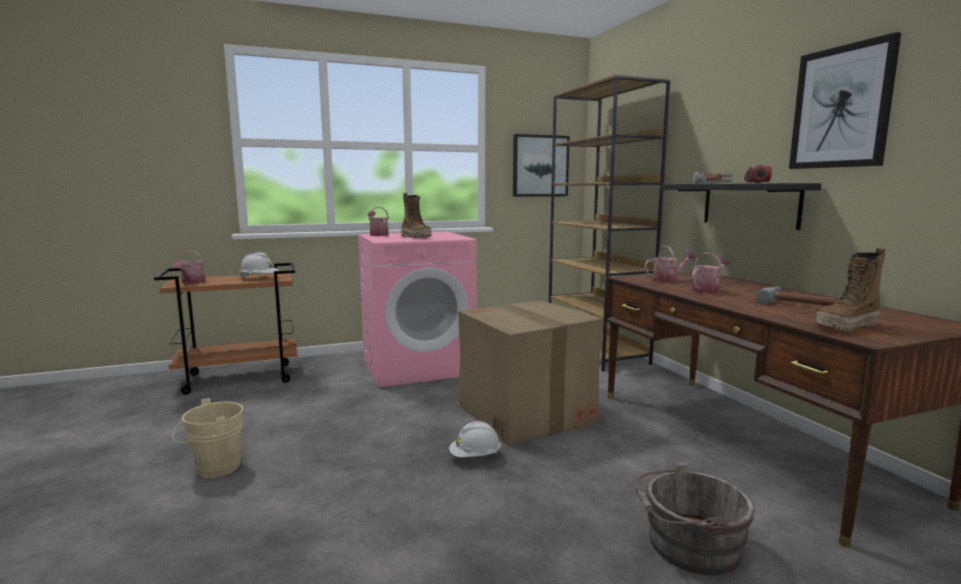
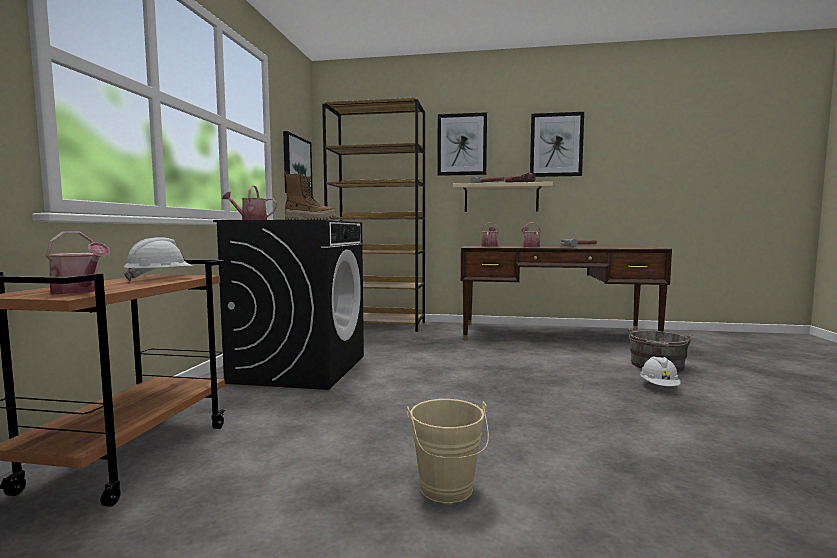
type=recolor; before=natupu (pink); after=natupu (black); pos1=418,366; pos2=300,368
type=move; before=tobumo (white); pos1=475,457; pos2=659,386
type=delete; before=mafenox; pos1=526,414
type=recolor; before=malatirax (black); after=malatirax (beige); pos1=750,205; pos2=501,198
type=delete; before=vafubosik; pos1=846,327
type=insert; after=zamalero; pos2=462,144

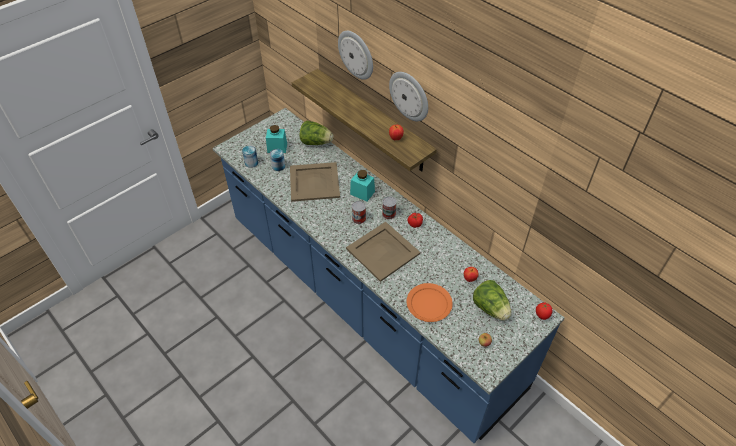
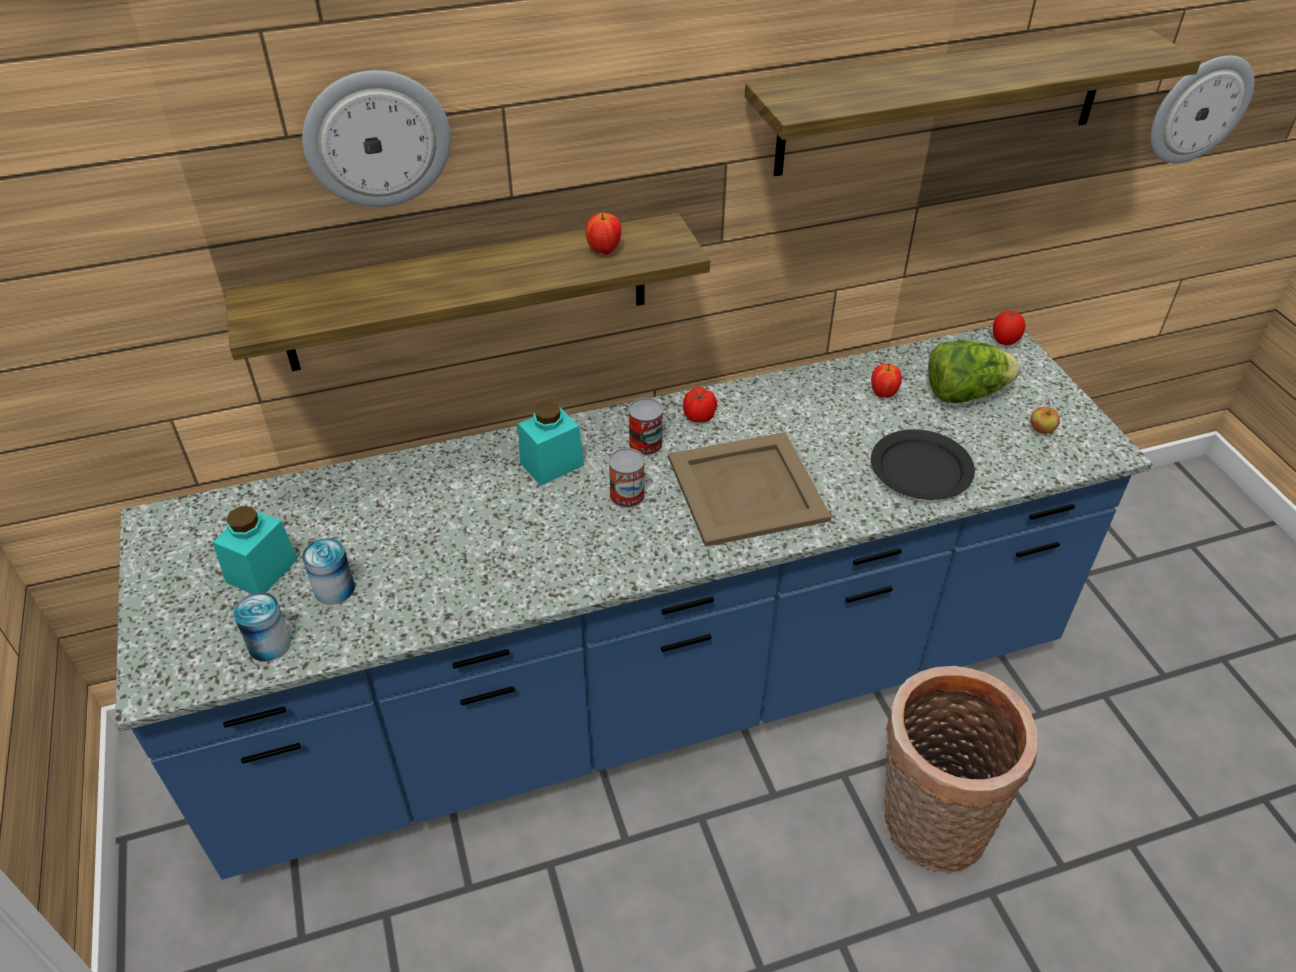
type=delete; before=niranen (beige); pos1=314,181
type=delete; before=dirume; pos1=316,142
type=move; before=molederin; pos1=409,96; pos2=1199,109
type=recolor; before=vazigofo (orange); after=vazigofo (black); pos1=428,304; pos2=921,469
type=insert; after=malatirax; pos2=943,101
type=insert; after=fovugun; pos2=927,826

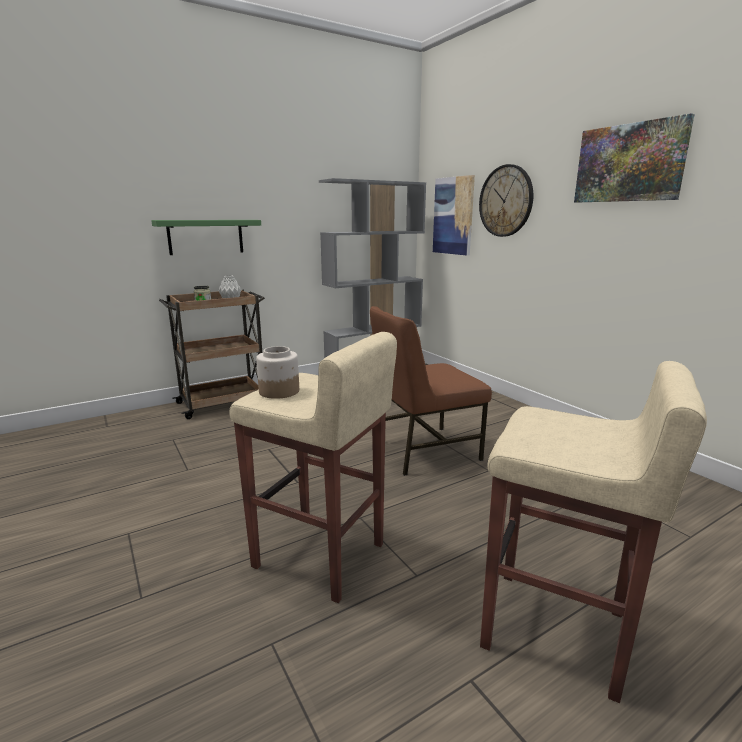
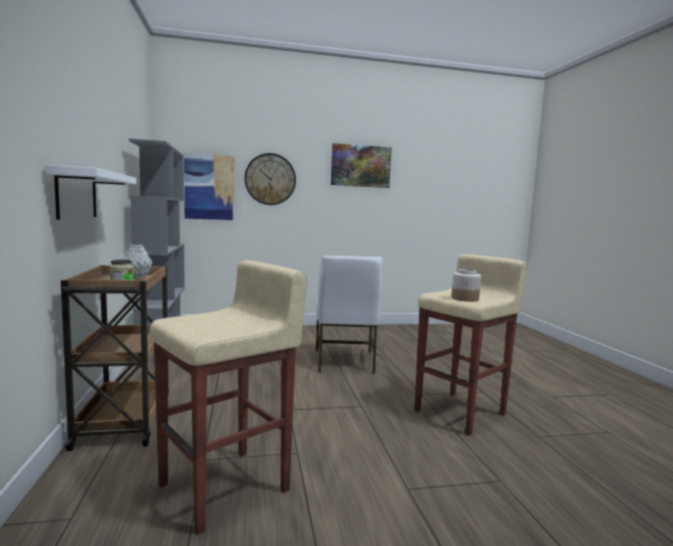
type=recolor; before=malatirax (green); after=malatirax (white); pos1=206,237; pos2=76,194
type=recolor; before=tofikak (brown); after=tofikak (white); pos1=423,450; pos2=344,361
type=move; before=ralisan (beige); pos1=556,632; pos2=227,487

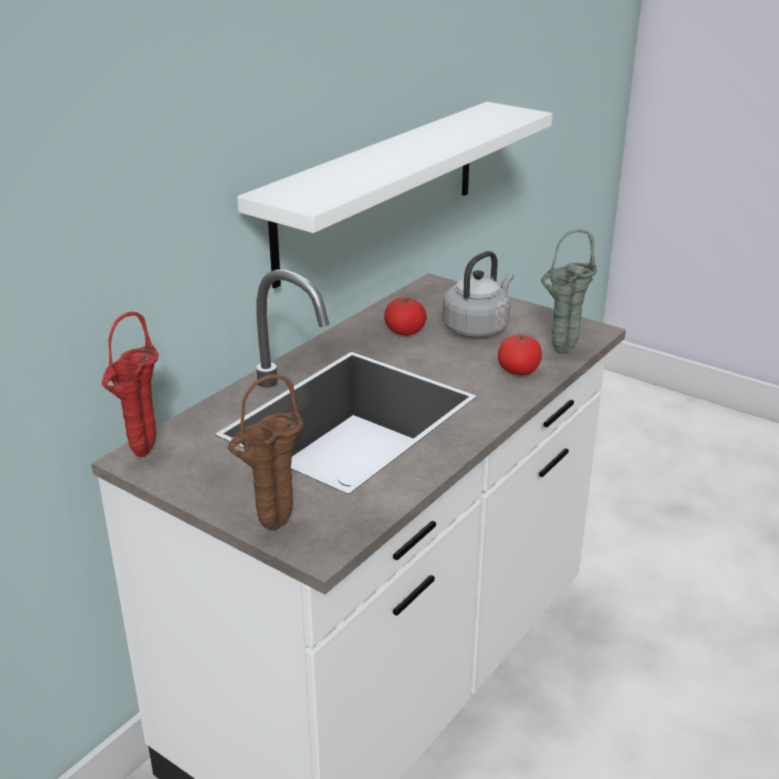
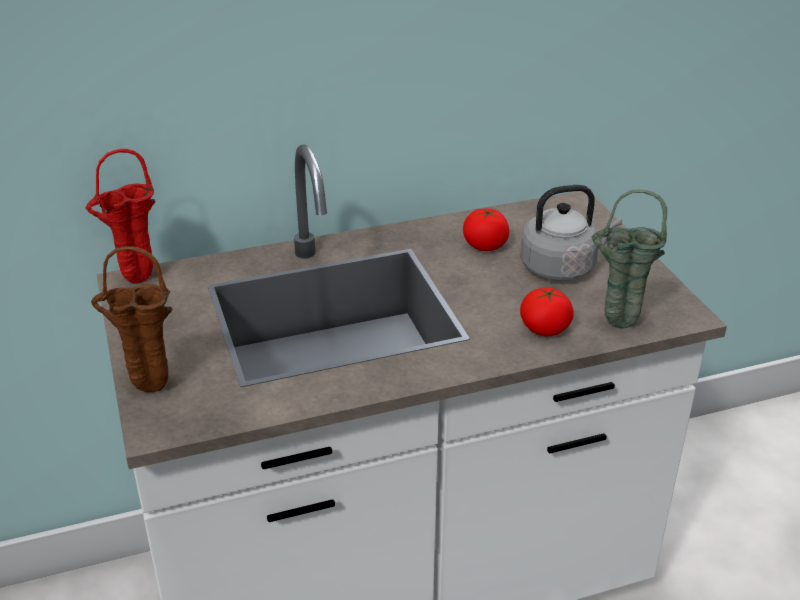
type=delete; before=malatirax (white); pos1=379,189

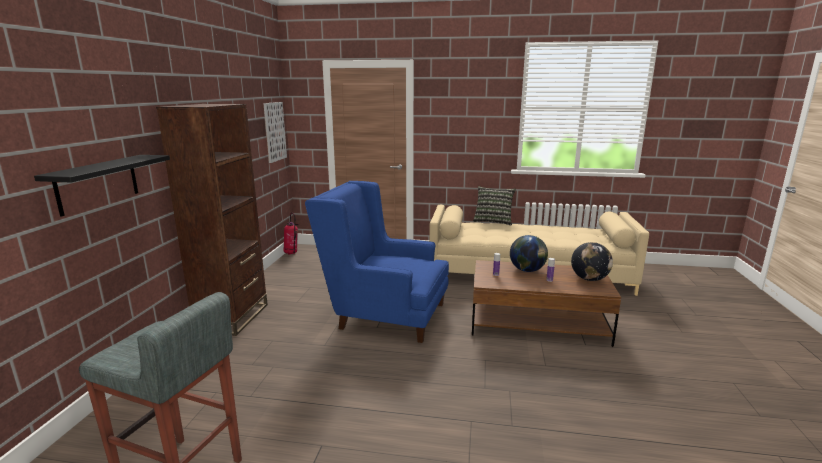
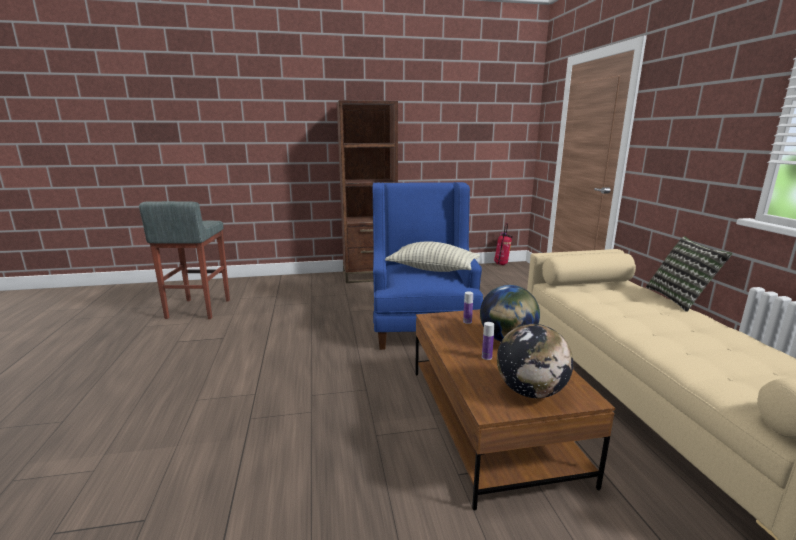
type=delete; before=malatirax (black); pos1=98,183
type=delete; before=zamalero; pos1=274,131
type=insert; after=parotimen; pos2=433,269

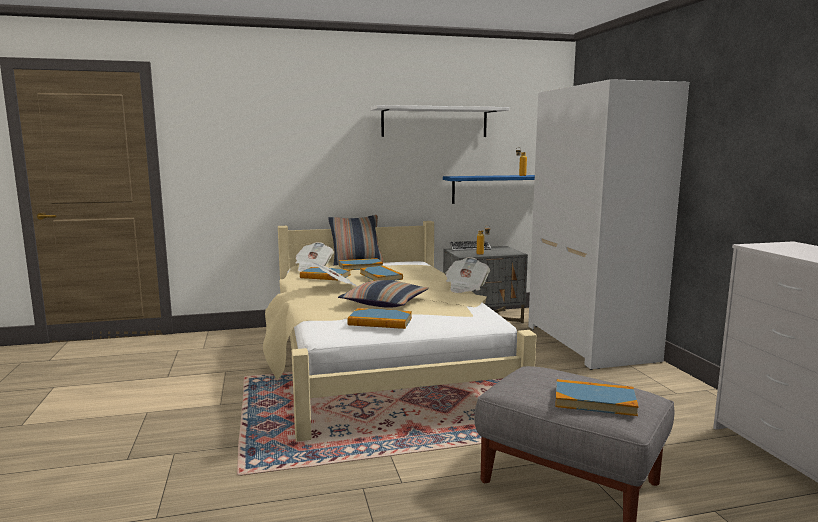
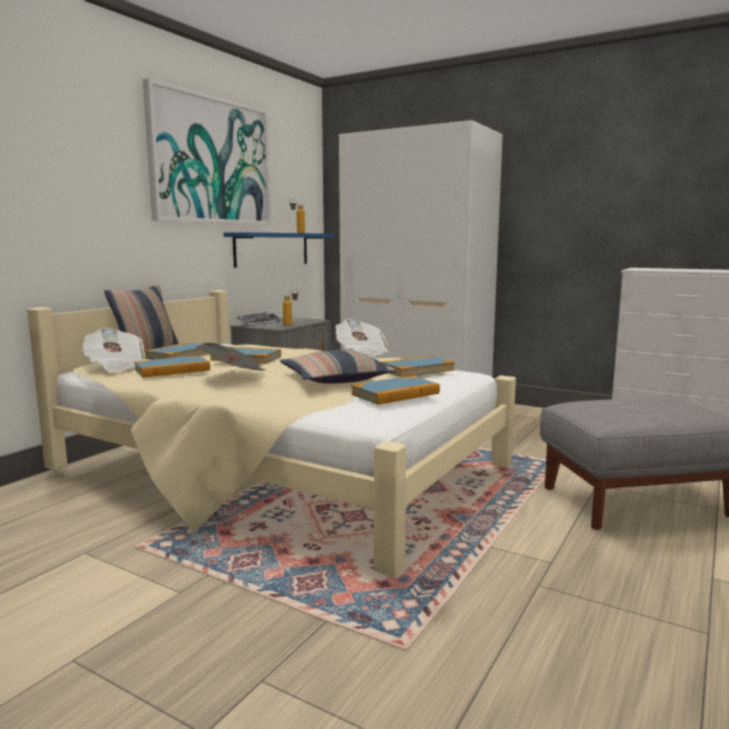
type=replace; before=malatirax (white); after=zamalero; pos1=434,122; pos2=212,161
type=move; before=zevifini; pos1=594,401; pos2=417,370

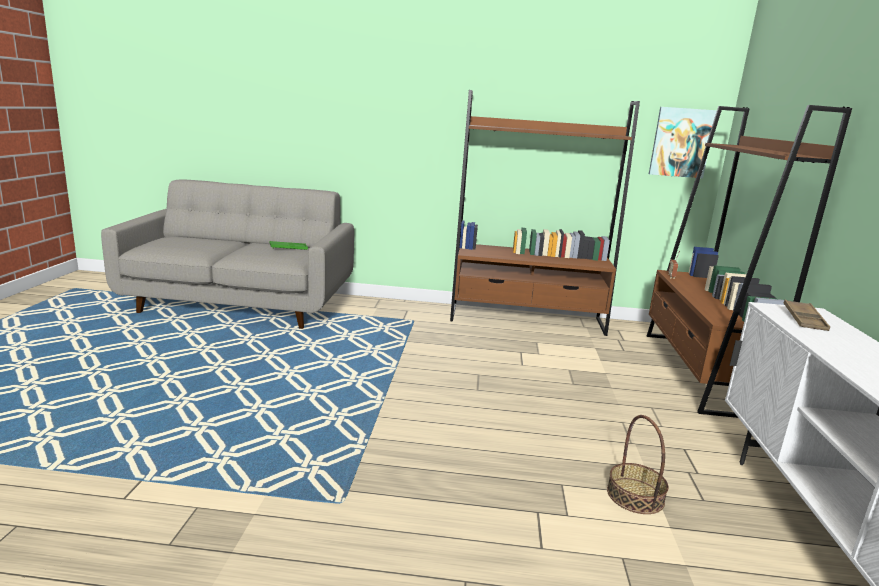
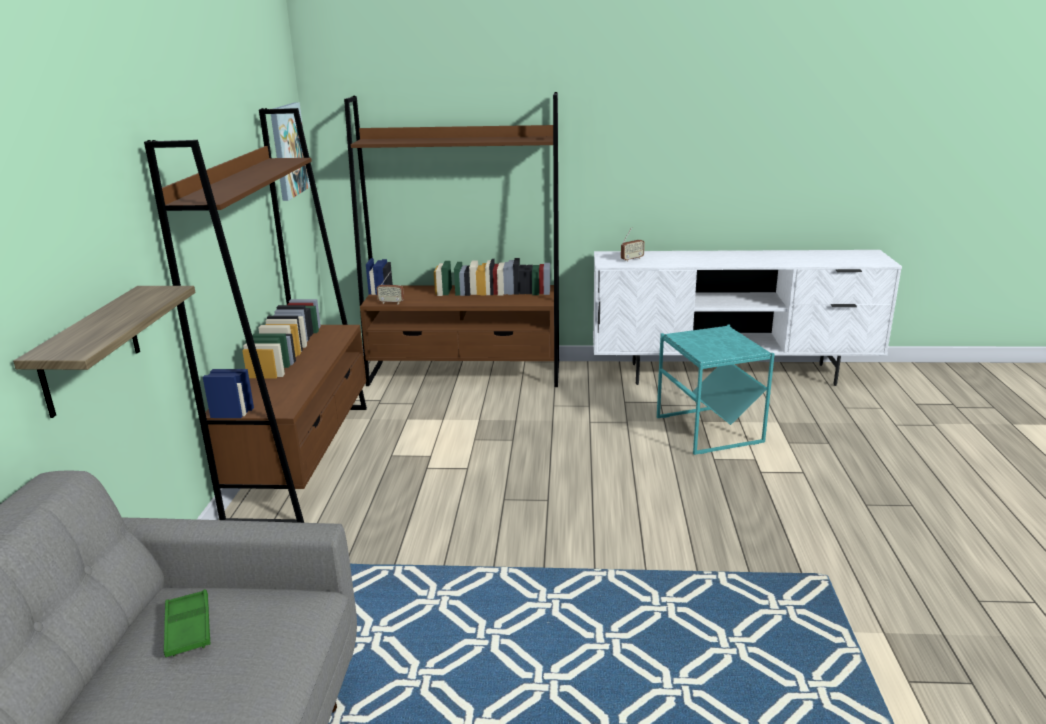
type=replace; before=fovugun; after=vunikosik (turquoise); pos1=635,495; pos2=709,429
type=replace; before=niranen (brown); after=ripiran; pos1=804,319; pos2=632,259
type=insert; after=malatirax; pos2=90,350

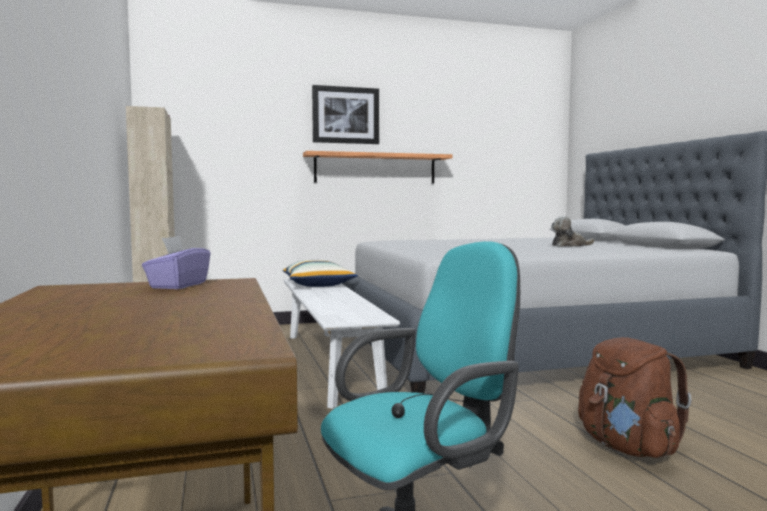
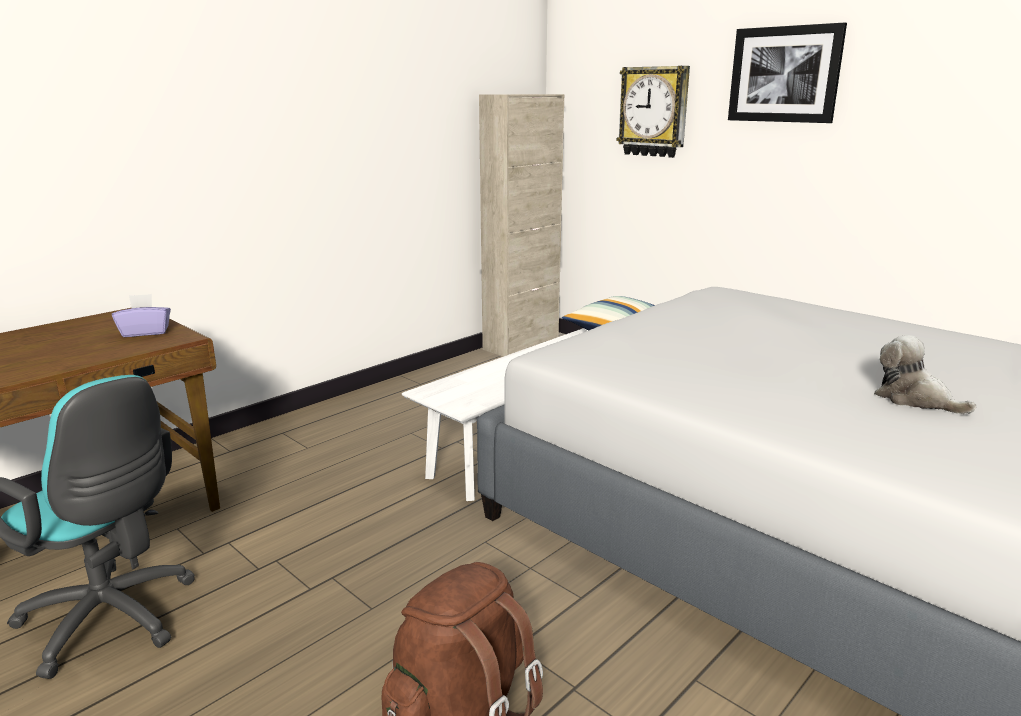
type=delete; before=malatirax; pos1=375,168
type=insert; after=molederin; pos2=654,112

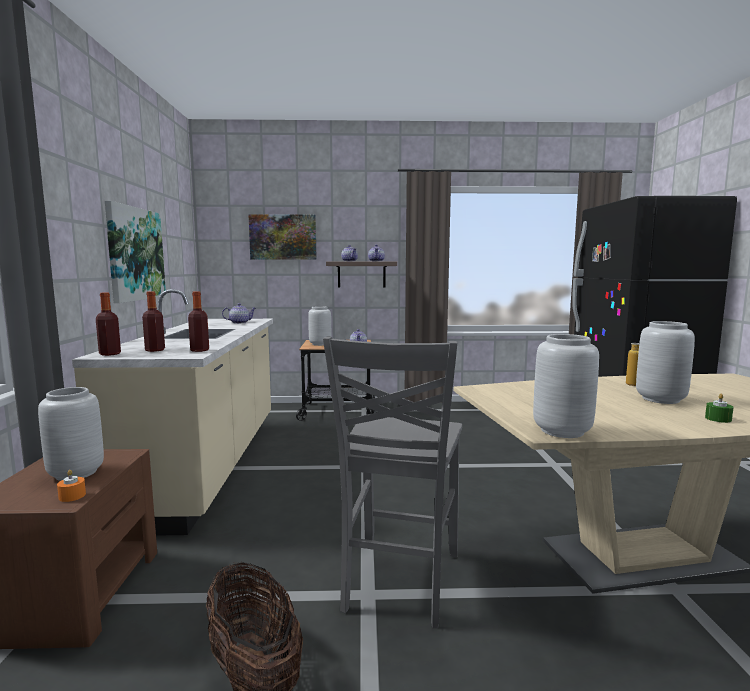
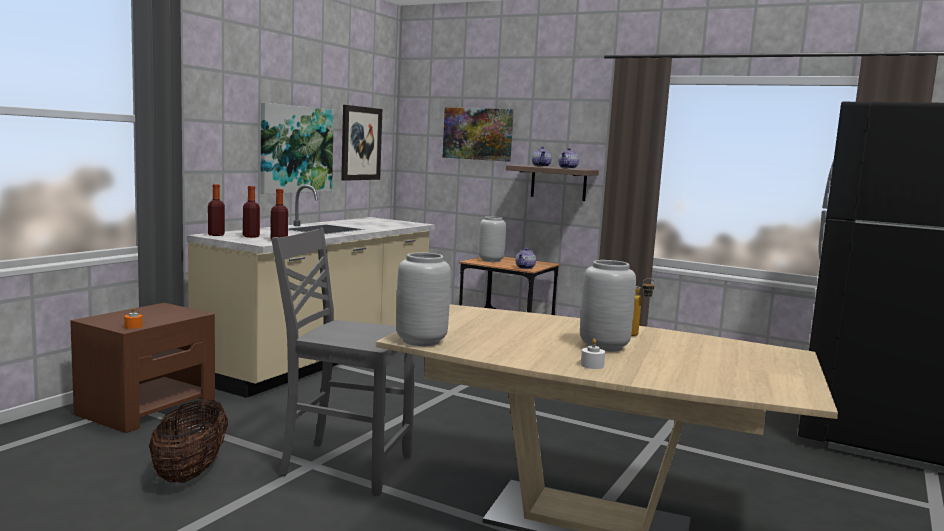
type=delete; before=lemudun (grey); pos1=75,473
type=delete; before=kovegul; pos1=240,322
type=rotate; before=tofikak (grey); pos1=399,582; pos2=344,466; turn=60
type=recolor; before=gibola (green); after=gibola (white); pos1=718,419; pos2=592,365
type=insert; after=zamalero; pos2=361,143

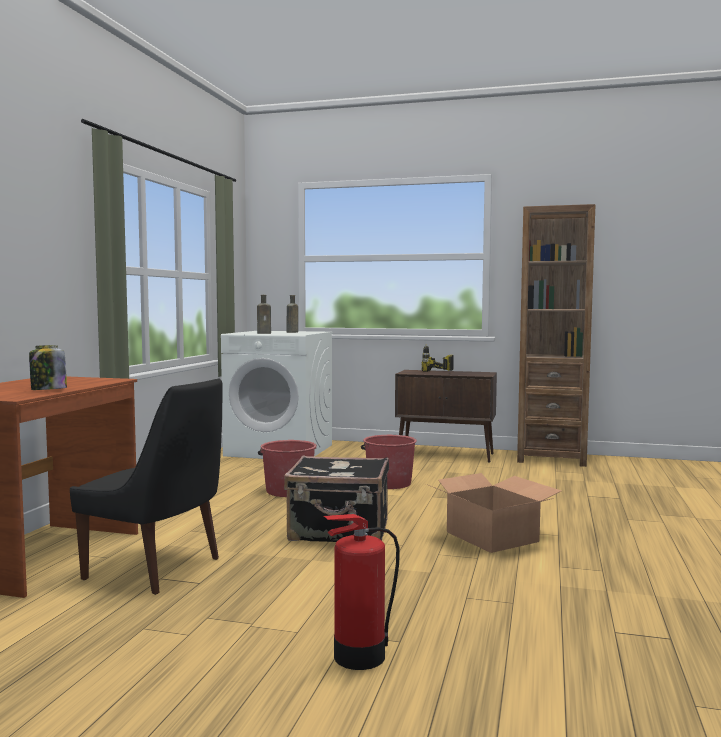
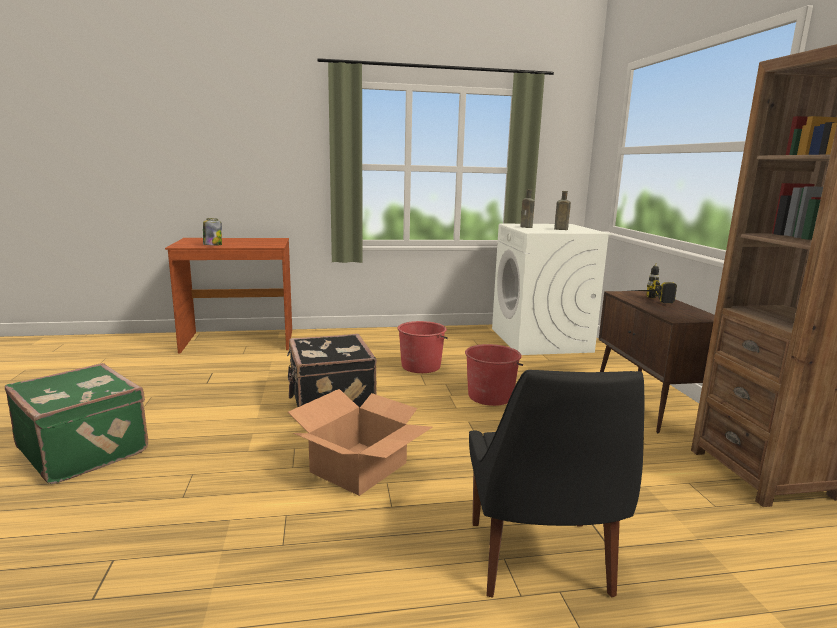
type=move; before=tofikak (black); pos1=157,569; pos2=539,561
type=replace; before=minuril; after=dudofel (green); pos1=358,656; pos2=85,449

